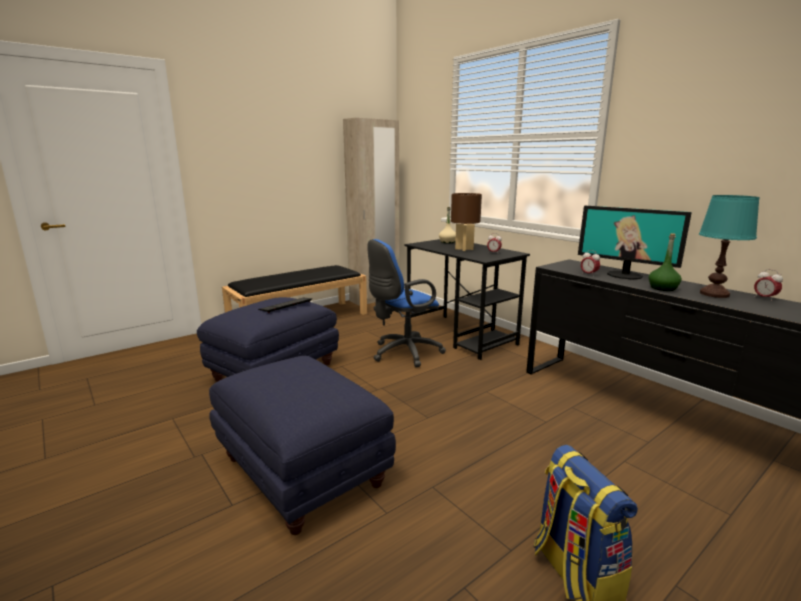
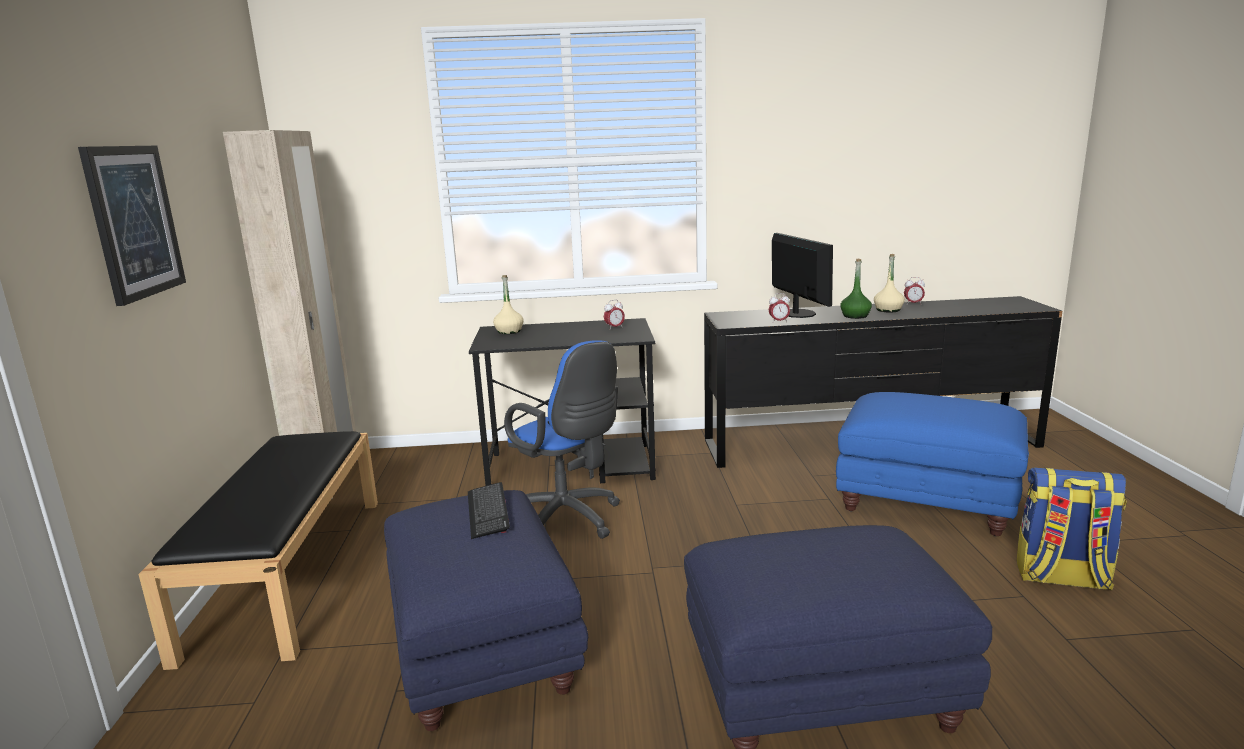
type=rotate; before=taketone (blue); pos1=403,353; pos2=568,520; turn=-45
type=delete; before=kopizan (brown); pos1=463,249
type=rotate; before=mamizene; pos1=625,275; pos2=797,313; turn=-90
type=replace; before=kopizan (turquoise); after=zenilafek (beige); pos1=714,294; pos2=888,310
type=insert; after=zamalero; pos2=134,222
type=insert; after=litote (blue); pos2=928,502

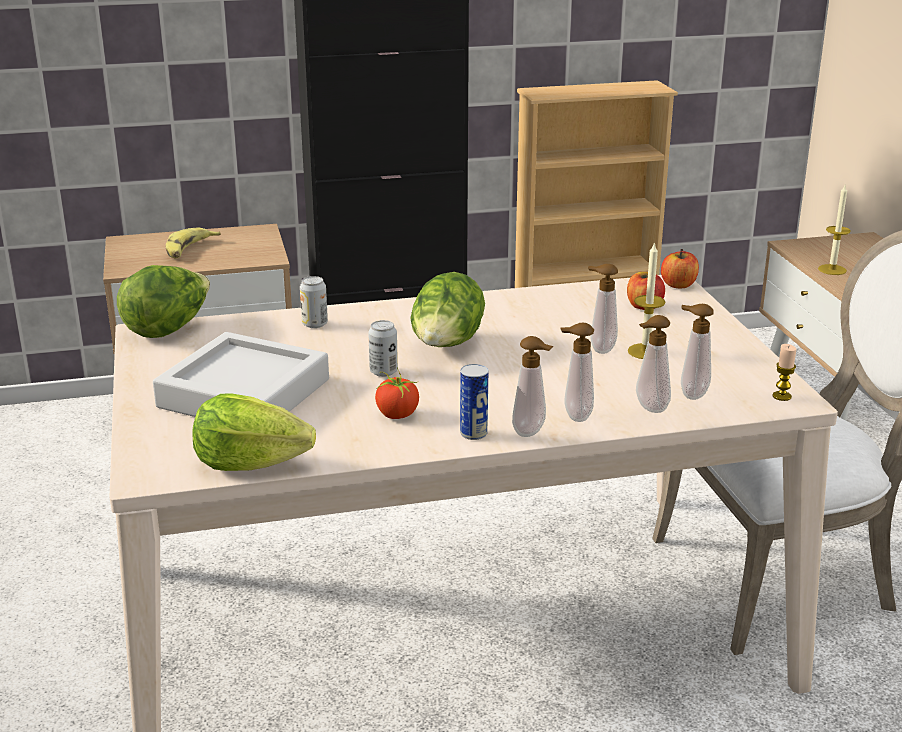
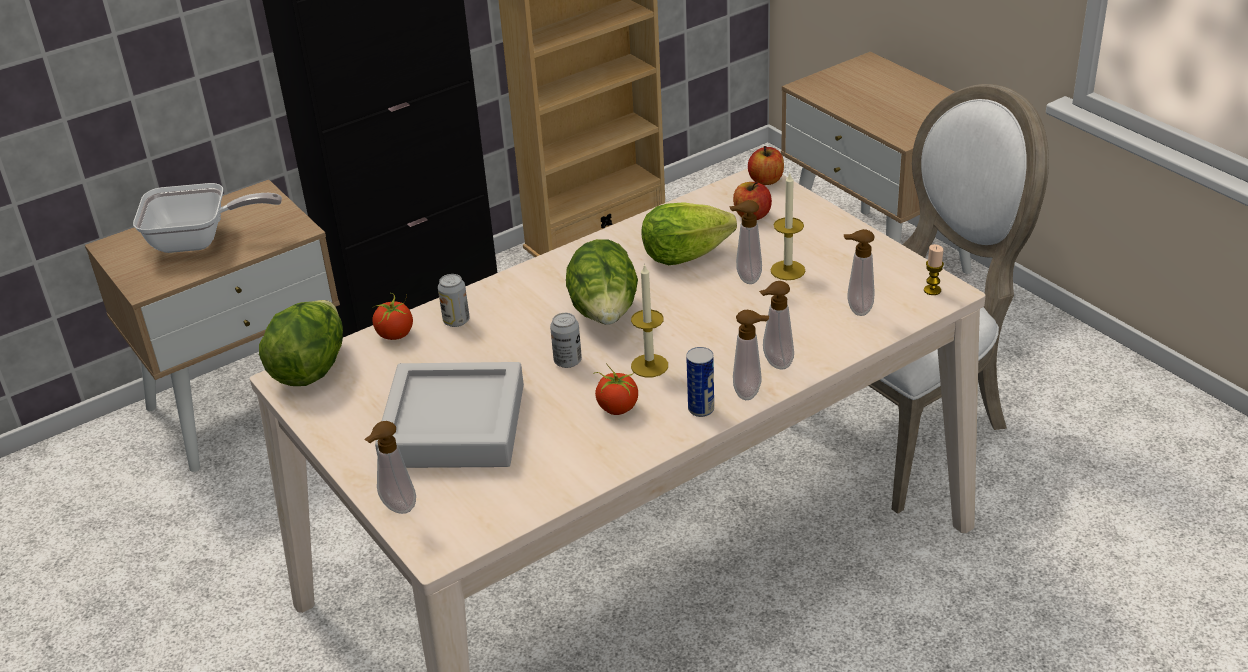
type=replace; before=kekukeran; after=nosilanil; pos1=189,250; pos2=199,240
type=move; before=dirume; pos1=250,464; pos2=684,255
type=move; before=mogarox; pos1=649,408; pos2=396,508
type=move; before=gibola; pos1=832,270; pos2=649,365
type=insert; after=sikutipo; pos2=395,334

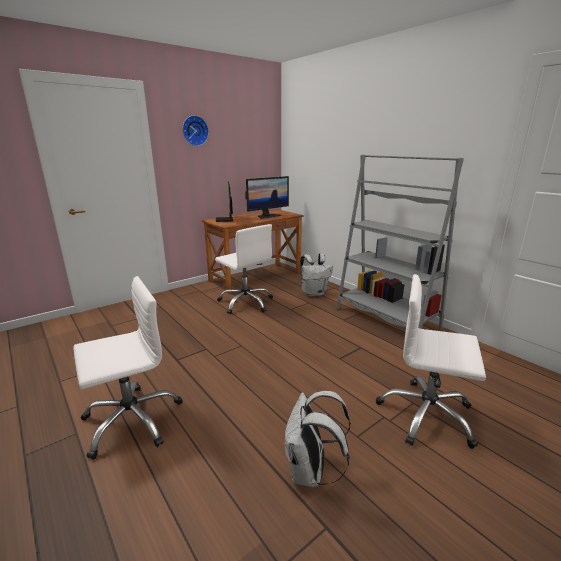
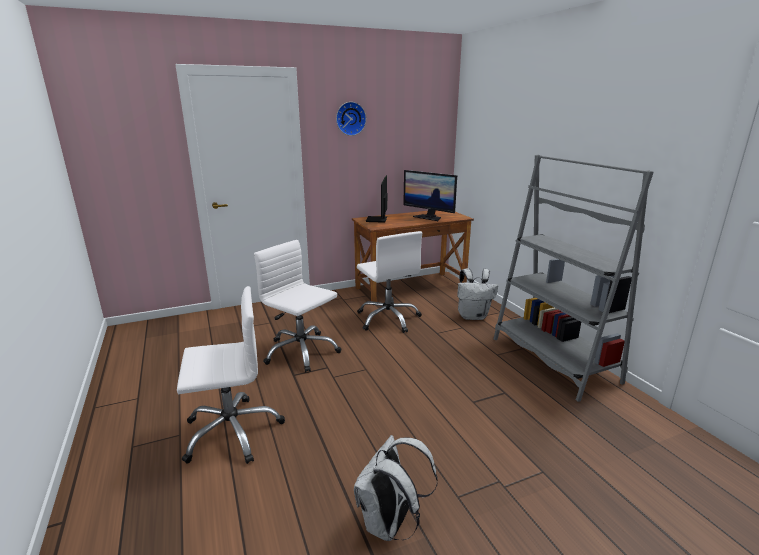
type=rotate; before=mamizene; pos1=267,216; pos2=429,217; turn=60
type=move; before=taketone (white); pos1=426,415; pos2=301,352

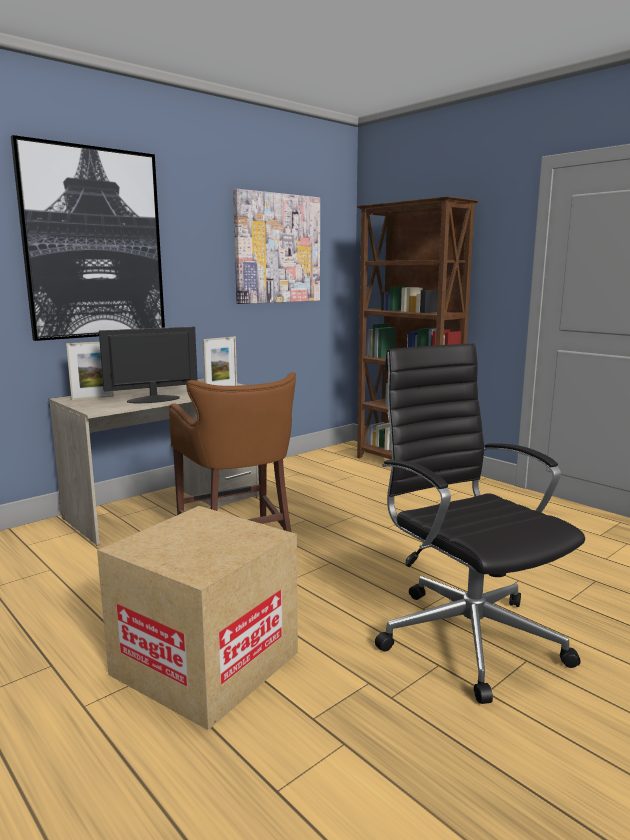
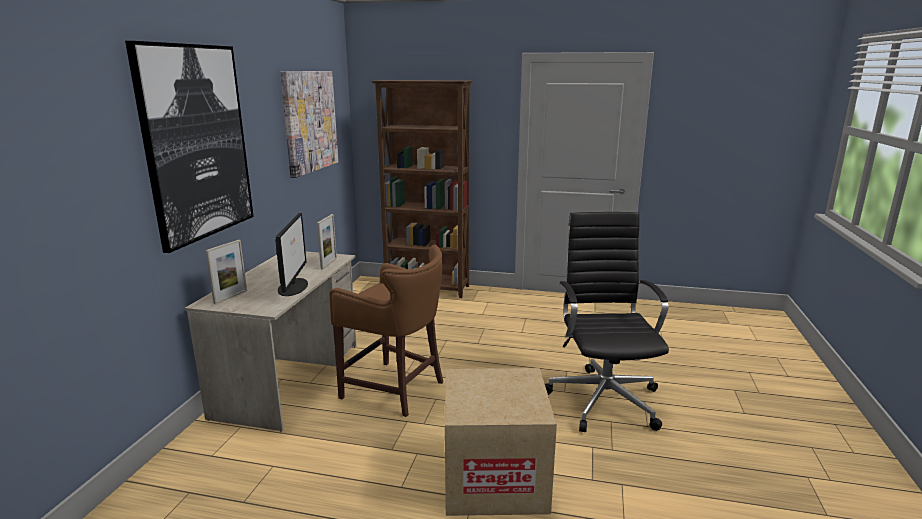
type=rotate; before=mamizene; pos1=152,399; pos2=293,286; turn=150
type=rotate; before=taketone (black); pos1=467,635; pos2=603,398; turn=60

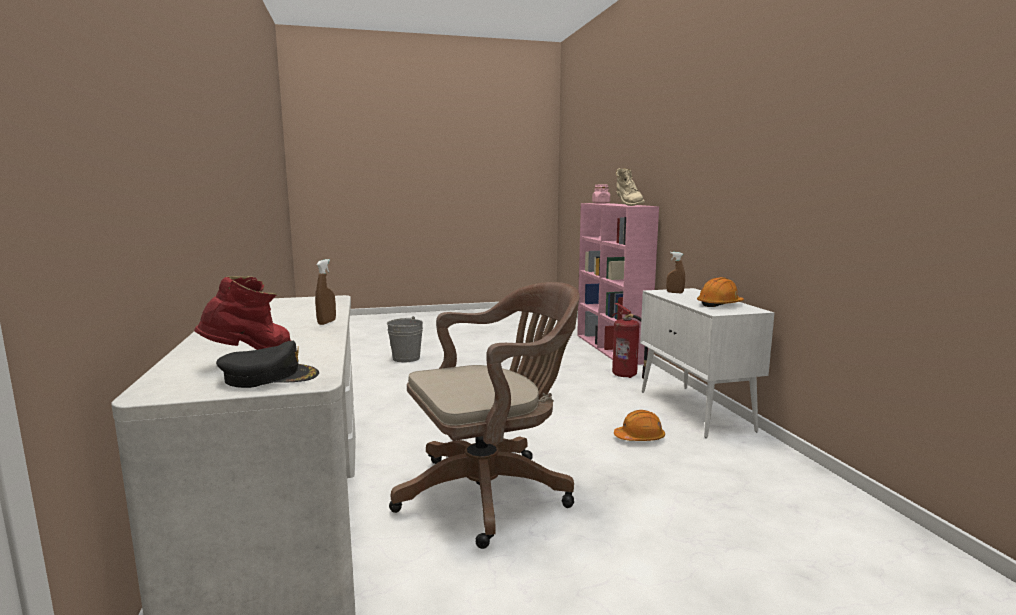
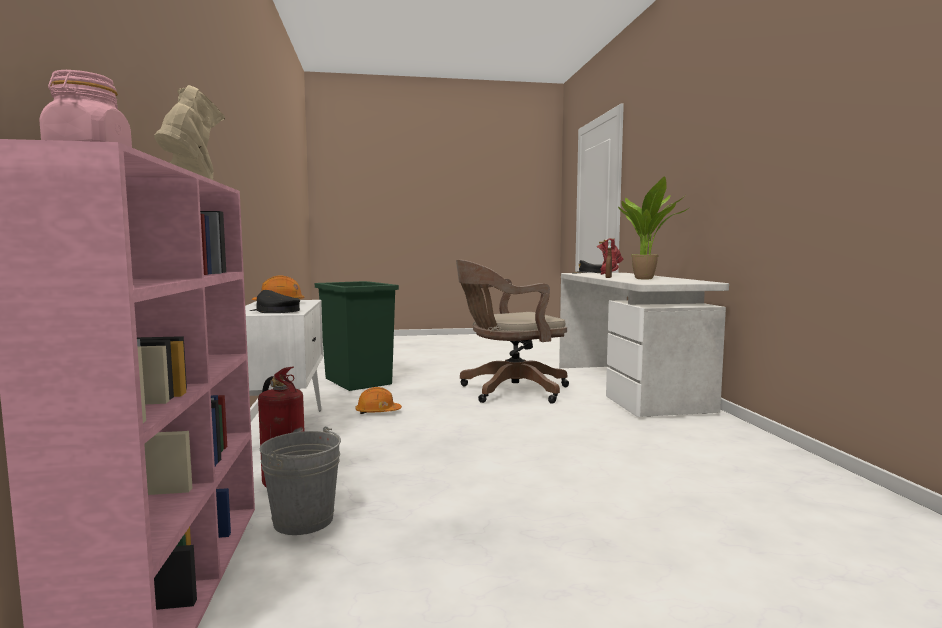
type=move; before=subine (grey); pos1=406,358; pos2=303,520
type=replace; before=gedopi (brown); after=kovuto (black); pos1=675,292; pos2=275,311
type=insert; after=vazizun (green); pos2=358,381
type=insert; after=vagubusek; pos2=647,279

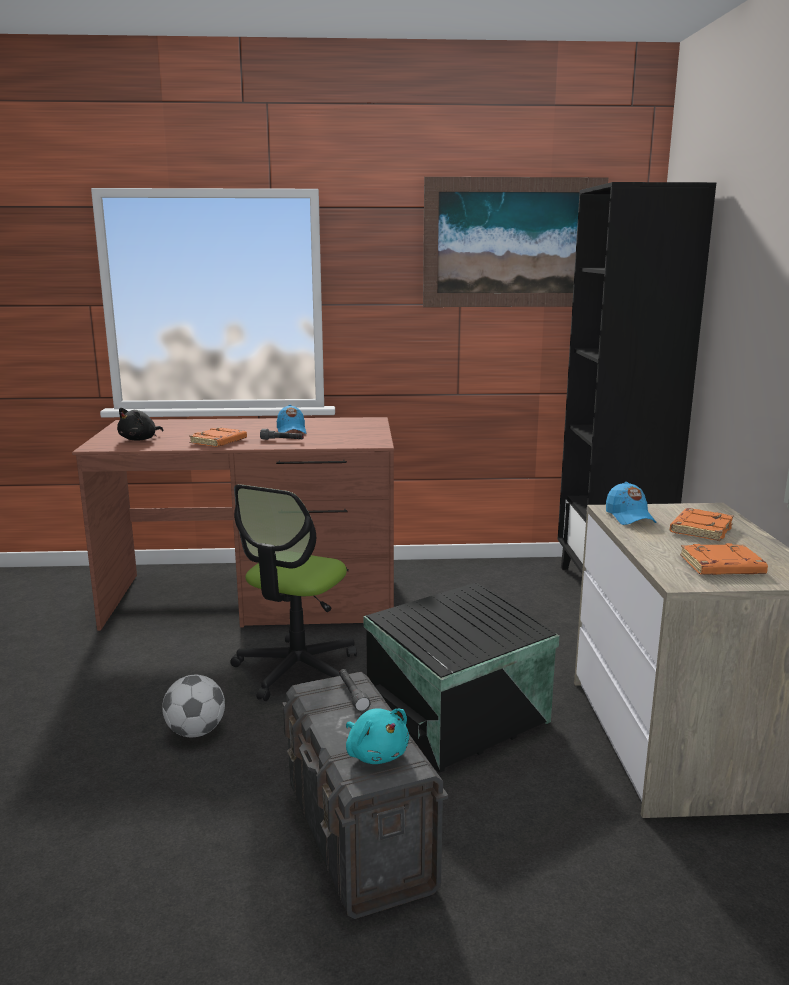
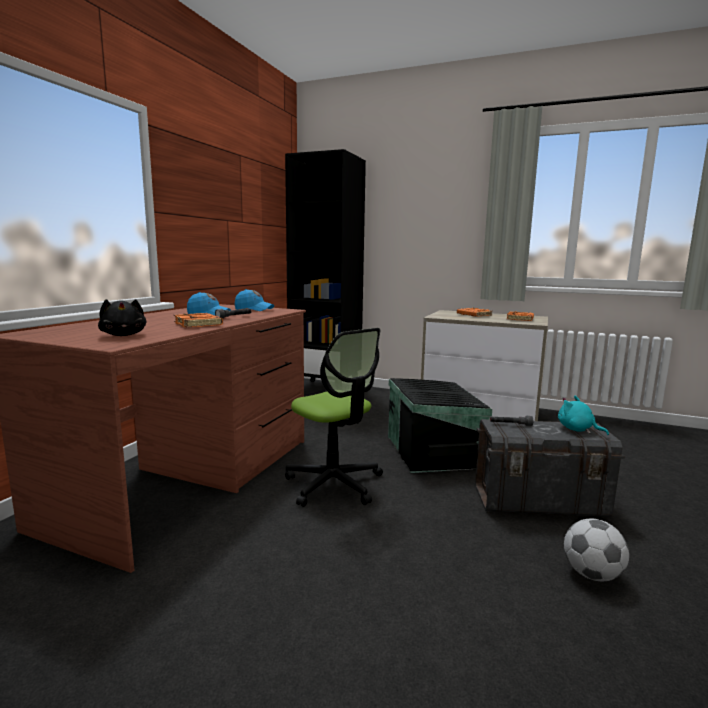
type=move; before=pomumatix; pos1=195,732; pos2=591,574
type=rotate; before=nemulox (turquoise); pos1=376,754; pos2=577,430; turn=-120
type=delete; before=zamalero; pos1=513,243
type=move; before=kovuto (blue); pos1=629,517; pos2=254,309

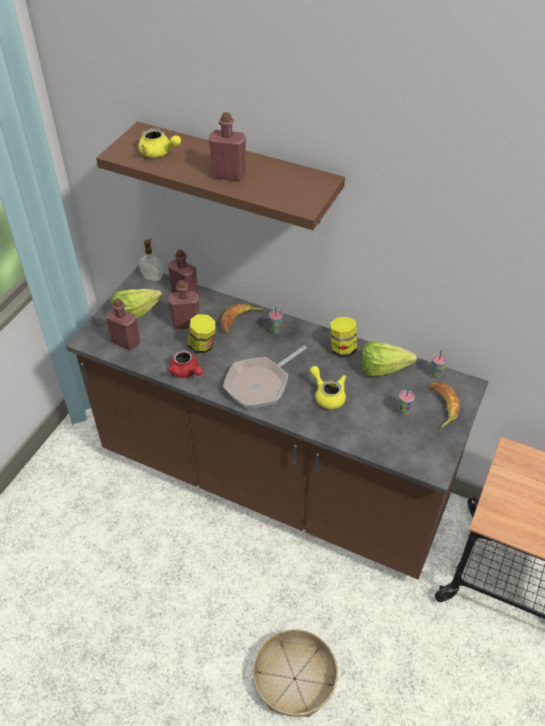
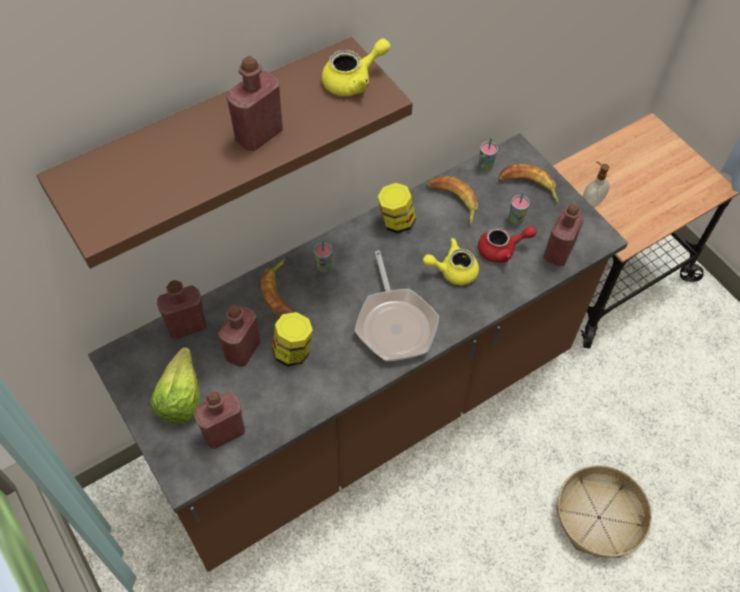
type=move; before=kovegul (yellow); pos1=159,153; pos2=353,81
type=move; before=mogarox; pos1=153,277; pos2=591,202
type=move; before=kovegul (red); pos1=186,372; pos2=502,250
type=replace; before=dirume; after=kekukeran; pos1=387,370; pos2=453,201
type=insert; after=zenilafek (red); pos2=558,252

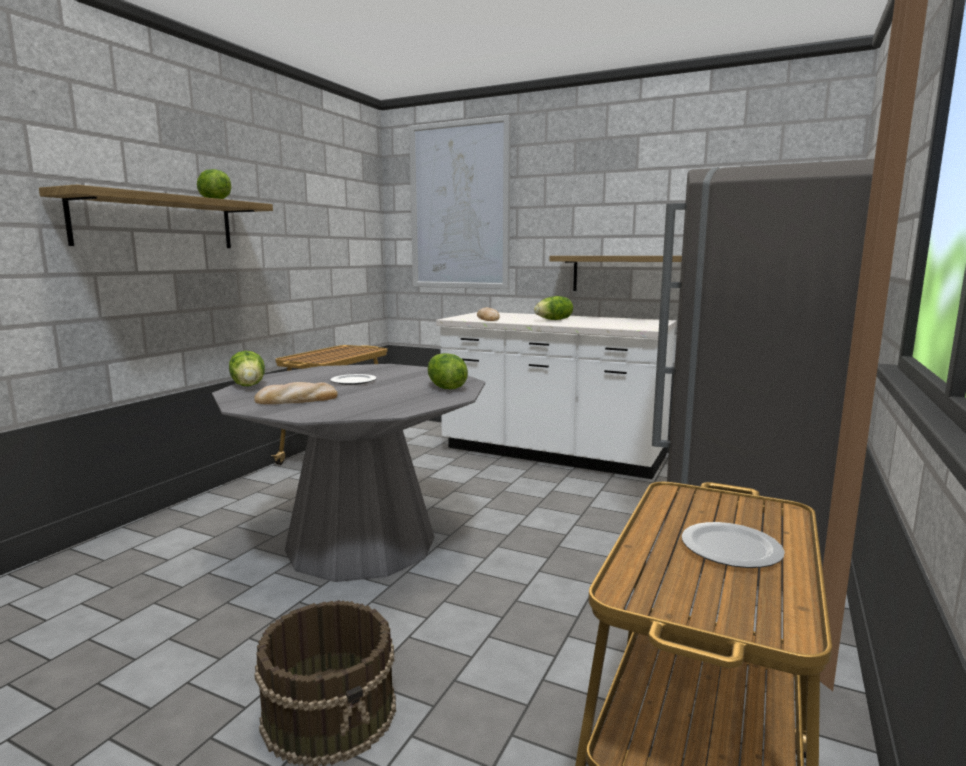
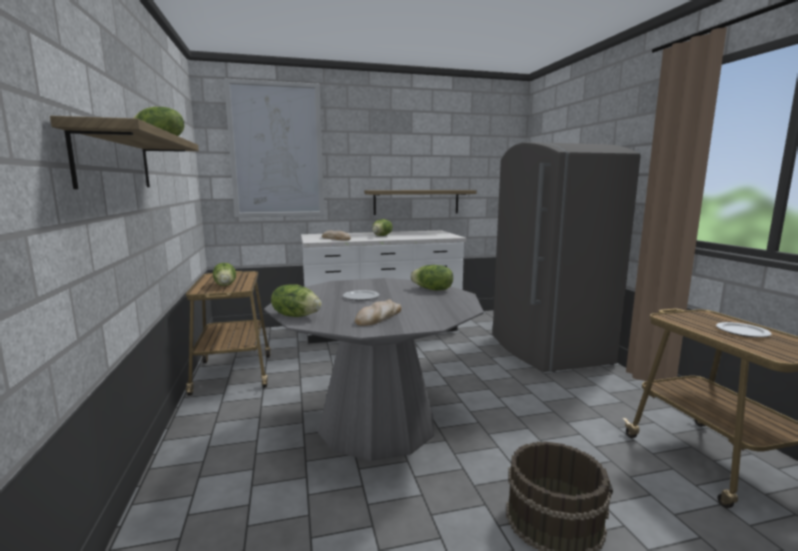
type=insert; after=dirume; pos2=226,285

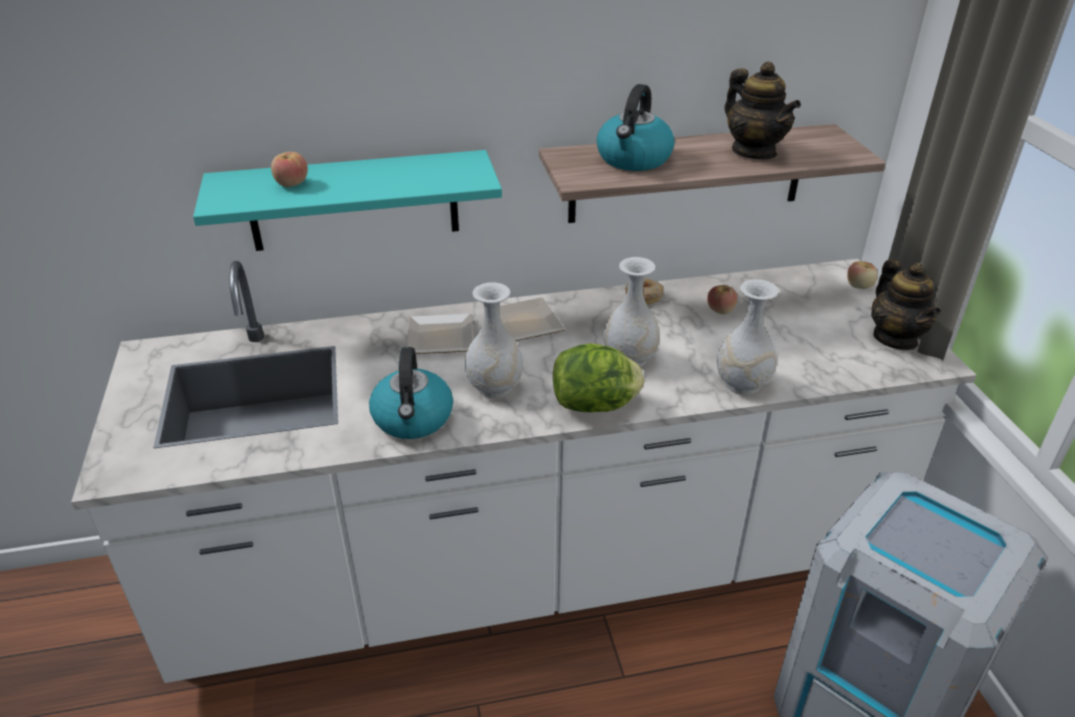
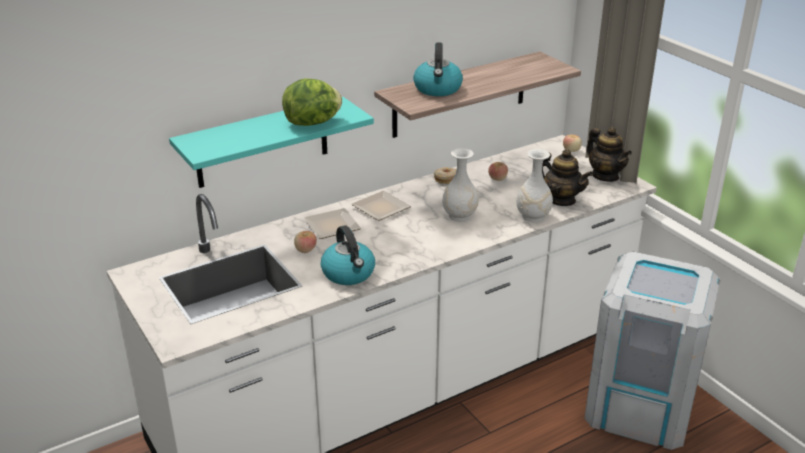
type=move; before=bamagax; pos1=291,184; pos2=305,250
type=delete; before=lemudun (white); pos1=495,387
type=move; before=dirume; pos1=595,405; pos2=313,123
type=move; before=kovegul; pos1=754,152; pos2=561,200

